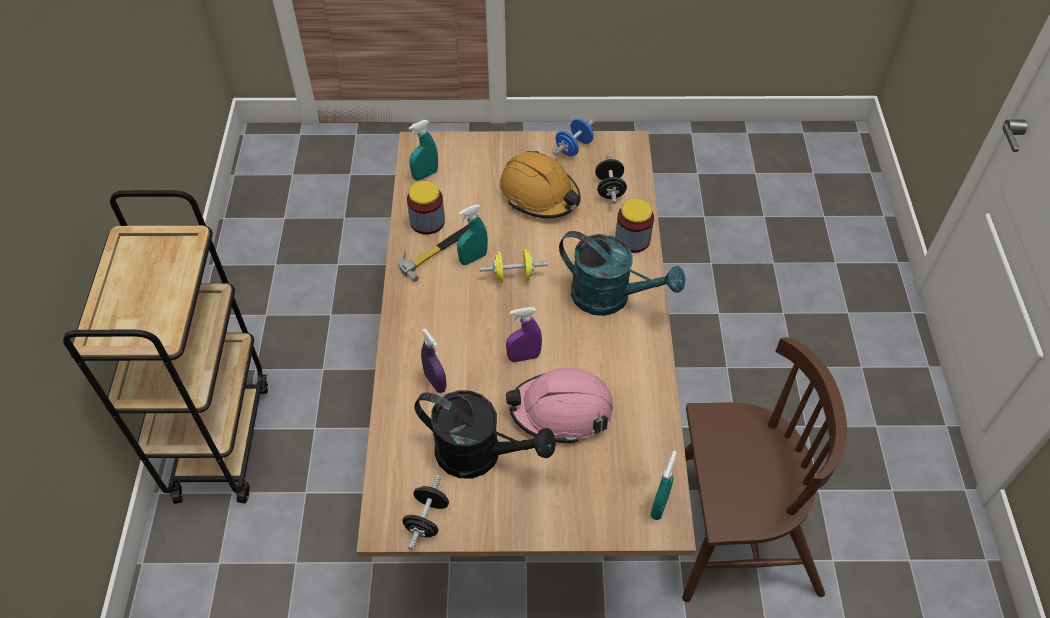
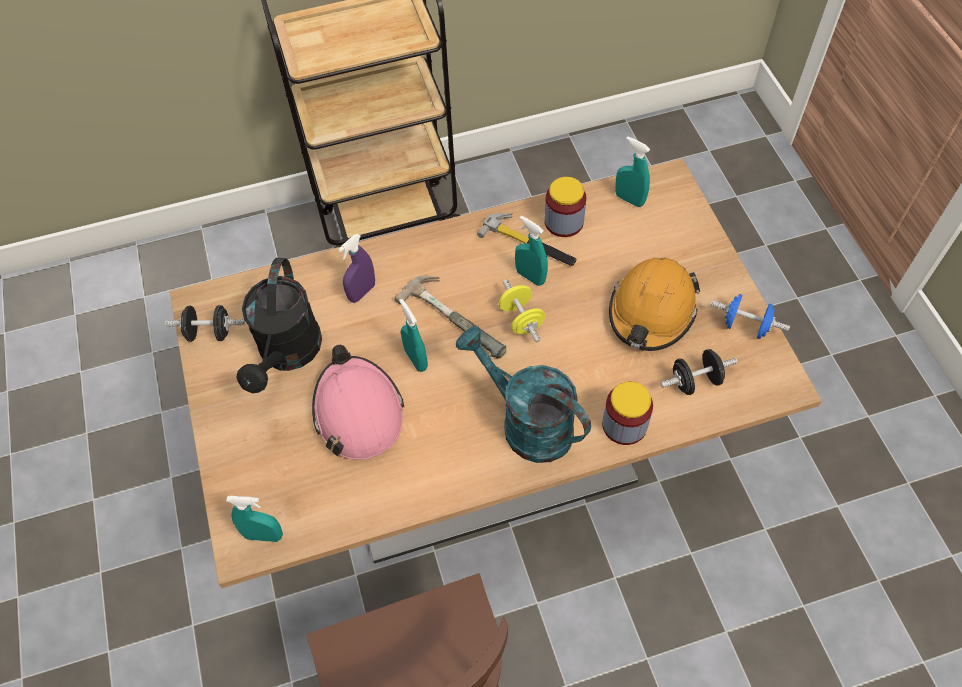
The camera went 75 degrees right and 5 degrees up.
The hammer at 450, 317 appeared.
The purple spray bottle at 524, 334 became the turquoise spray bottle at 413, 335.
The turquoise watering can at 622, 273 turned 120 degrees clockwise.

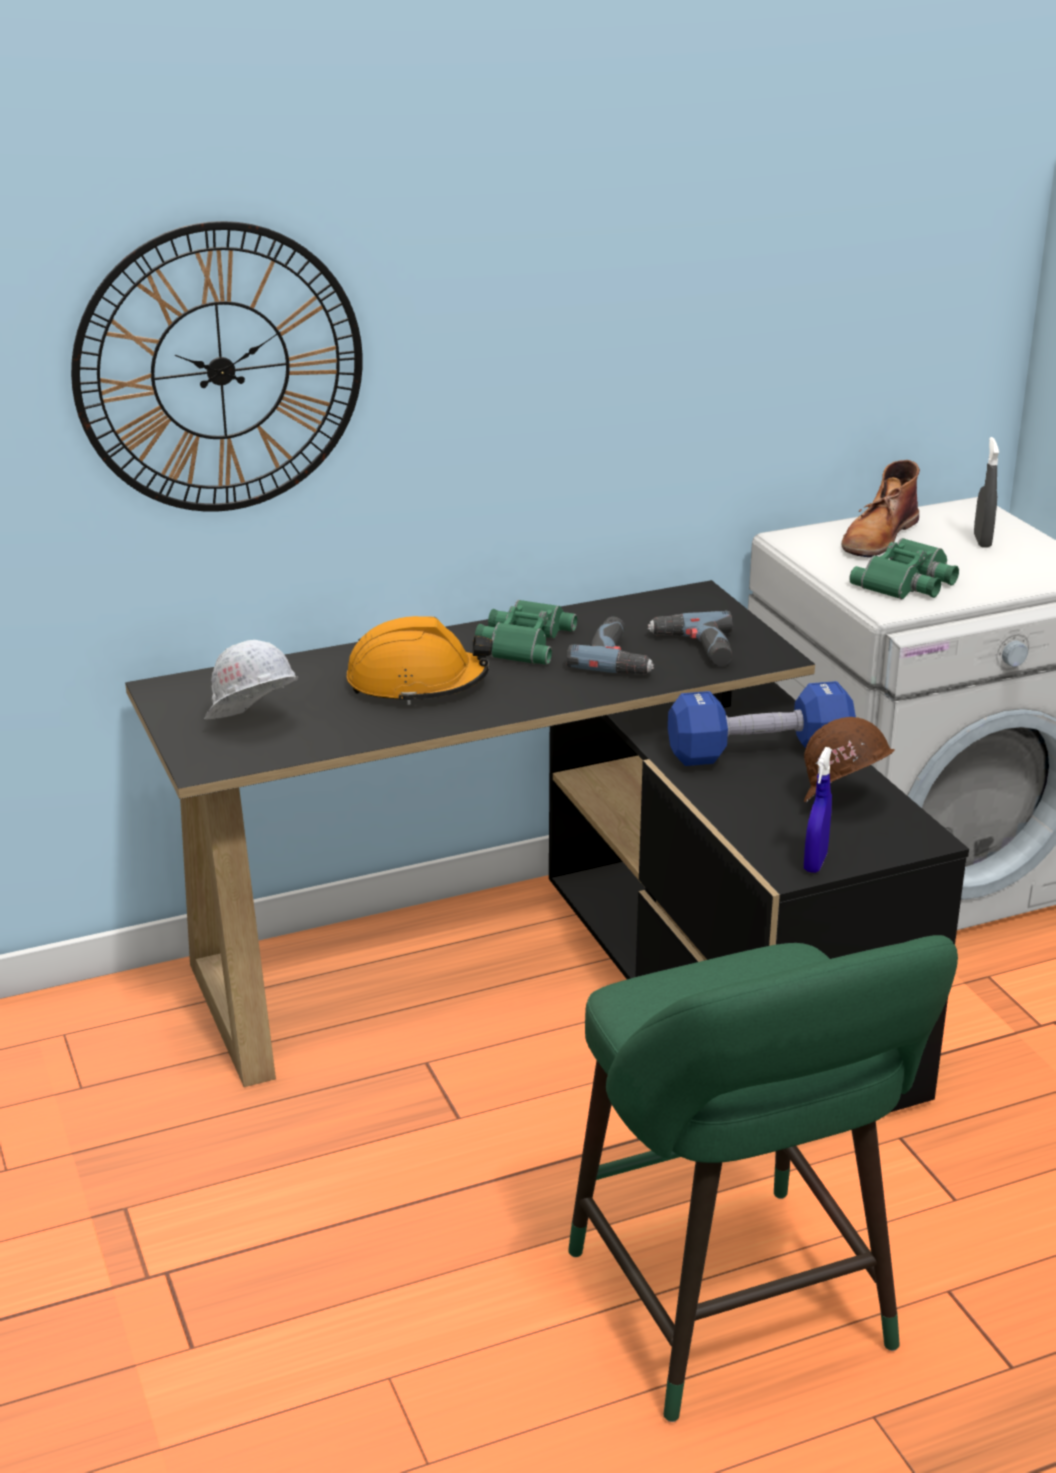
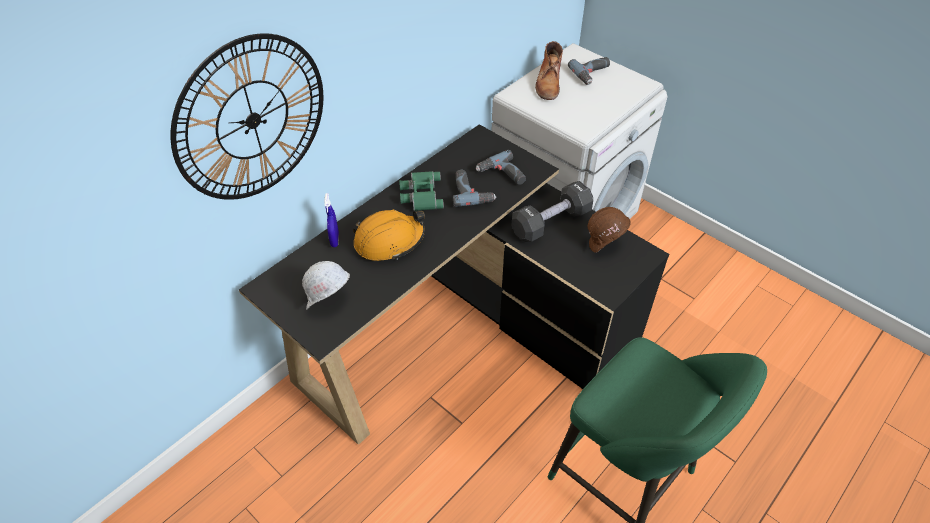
The camera went 25 degrees left and 20 degrees up.
The blue spray bottle moved from 818, 810 to 331, 220.
The blue dumbbell at 762, 723 became the black dumbbell at 552, 211.
The grey spray bottle at 986, 492 was replaced by the power drill at 589, 71.
The green binoculars at 904, 568 disappeared.

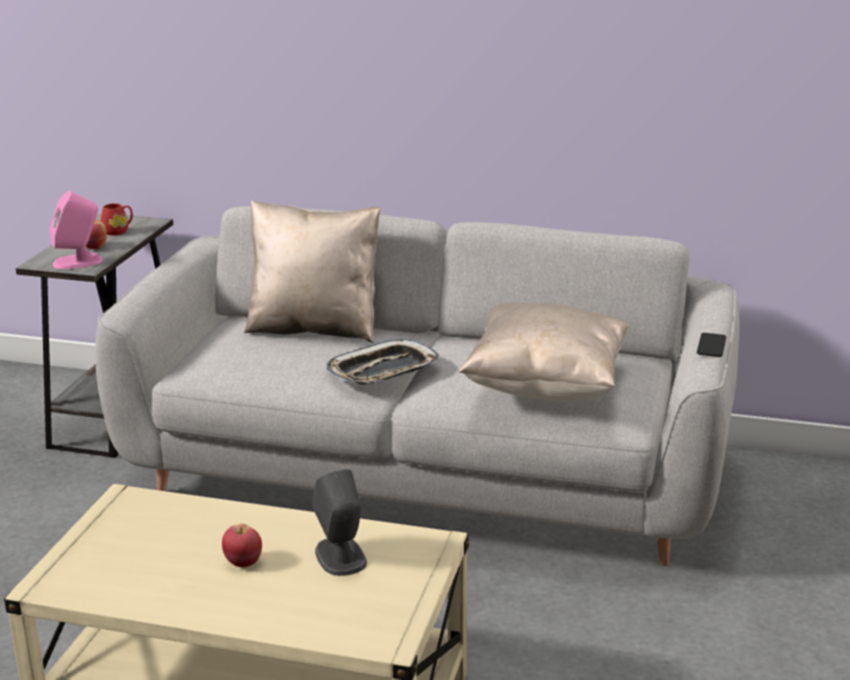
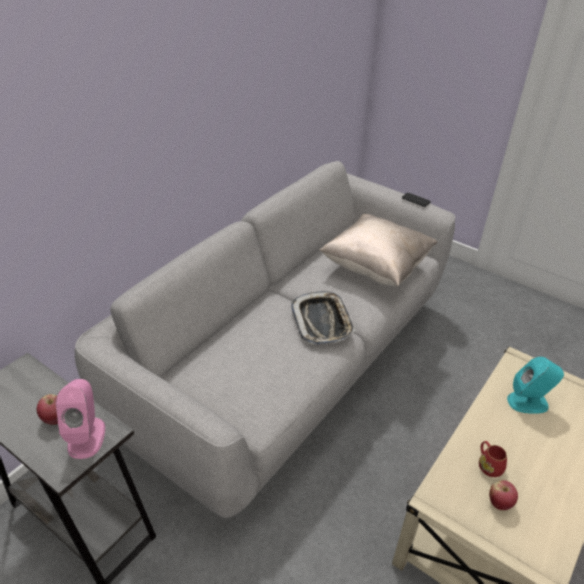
The camera went 70 degrees left and 15 degrees up.
The red mug moved from 117, 219 to 493, 459.
The apple moved from 242, 545 to 503, 495.
The grey speaker at 340, 522 became the turquoise speaker at 535, 385.
The beige pillow at 312, 271 disappeared.

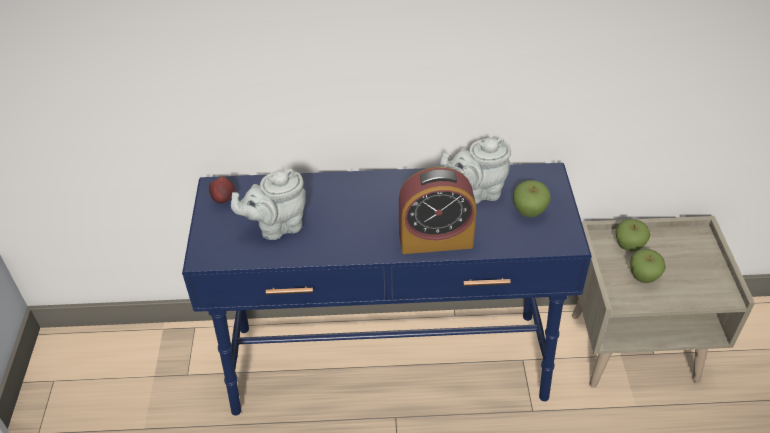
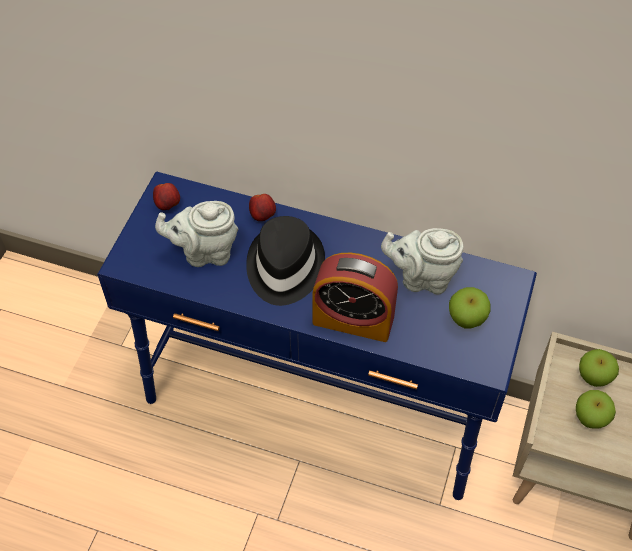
The camera went 20 degrees right and 10 degrees up.
The black hat at 285, 261 appeared.
The apple at 262, 207 appeared.

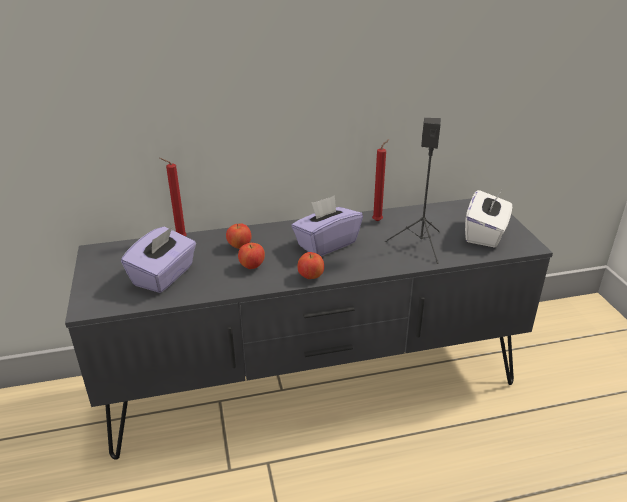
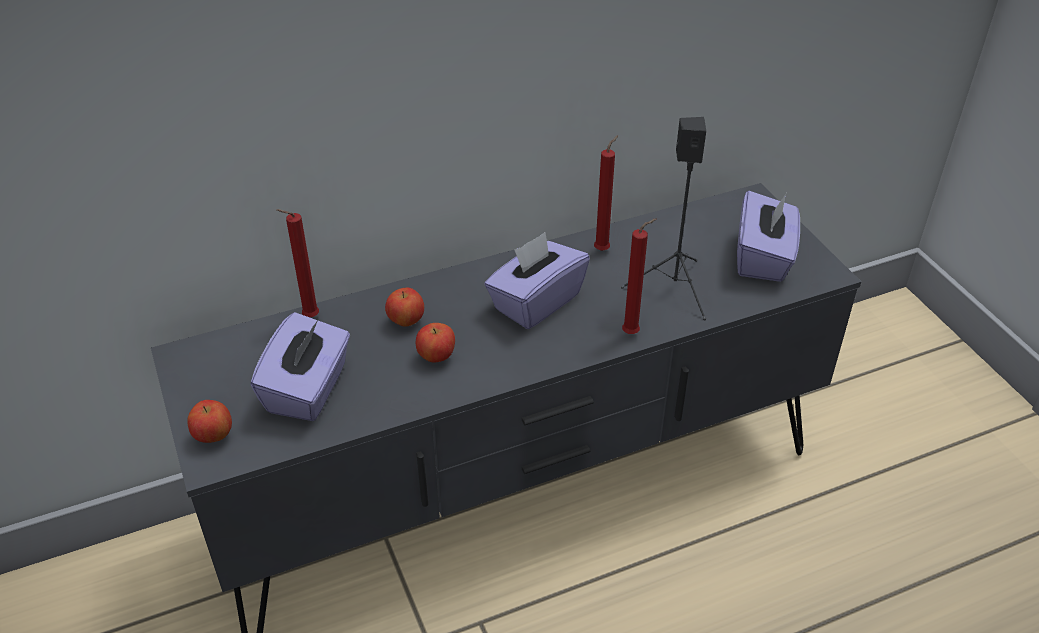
The camera went 10 degrees left and 10 degrees up.
The apple moved from 311, 265 to 209, 421.
The red candle at 639, 276 appeared.
The white tissue box at 488, 218 became the purple tissue box at 768, 236.

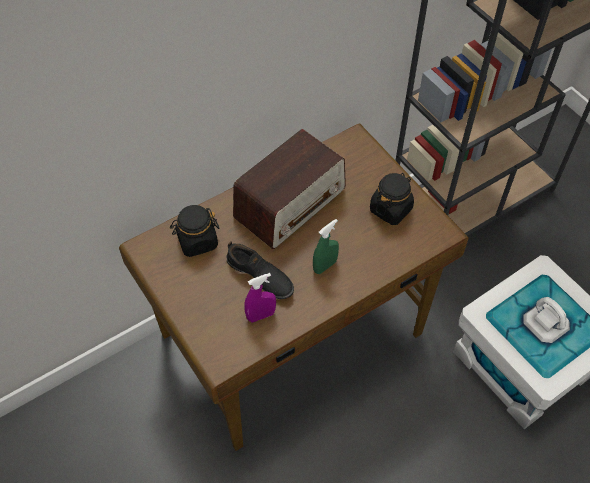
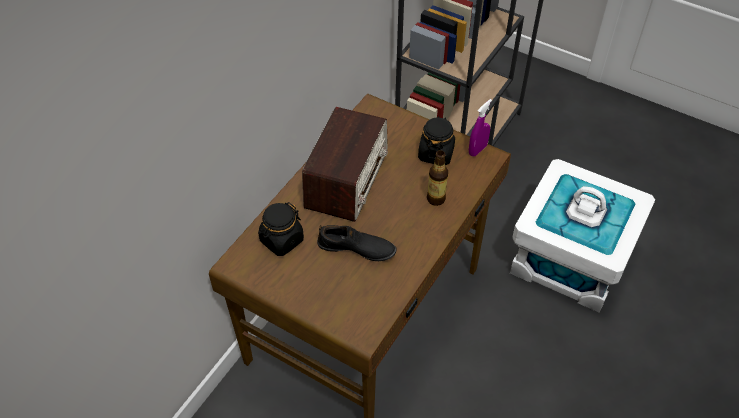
The camera went 25 degrees left and 5 degrees down.
The bottle at 437, 178 appeared.
The purple spray bottle moved from 260, 297 to 480, 128.
The green spray bottle at 326, 246 disappeared.

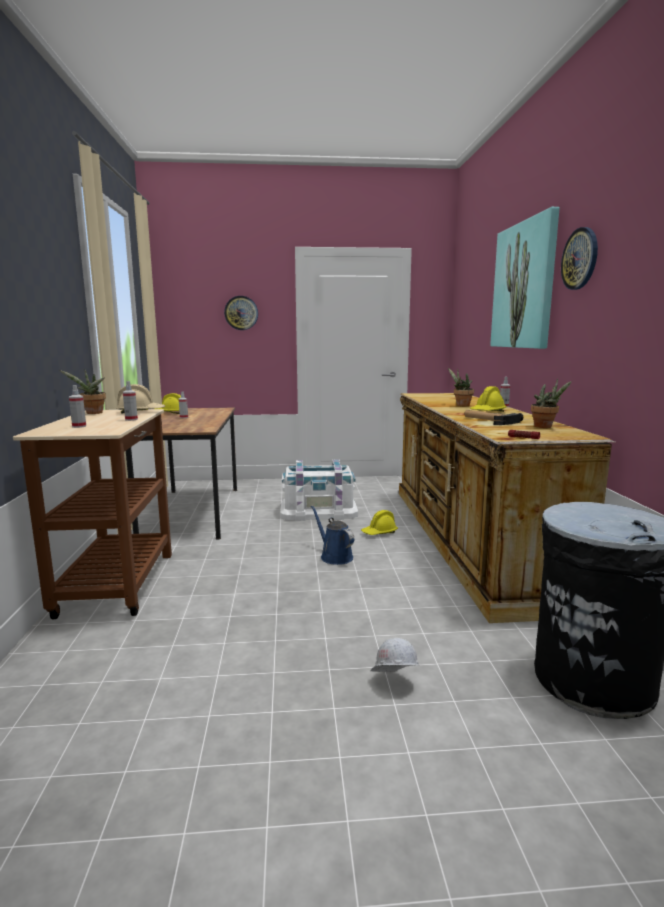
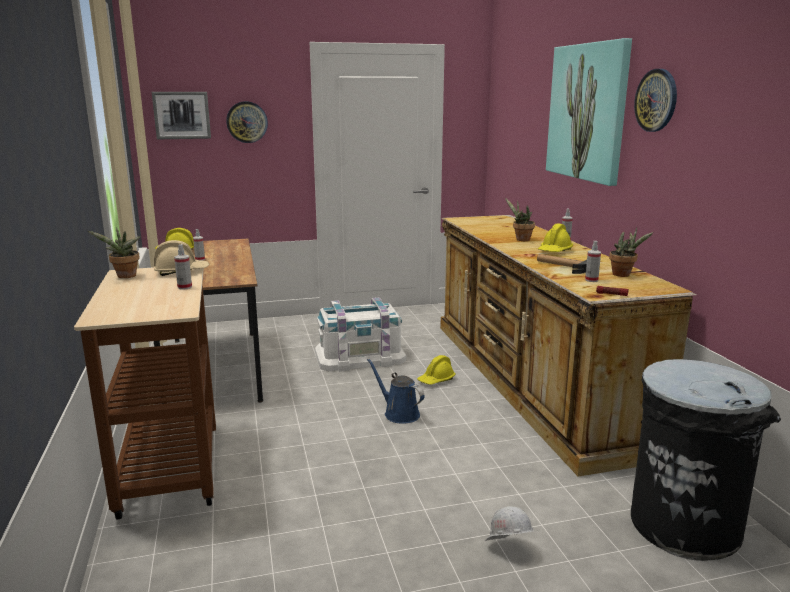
The camera went 10 degrees left and 5 degrees up.
The picture at 181, 115 appeared.
The spray bottle moved from 77, 406 to 593, 261.

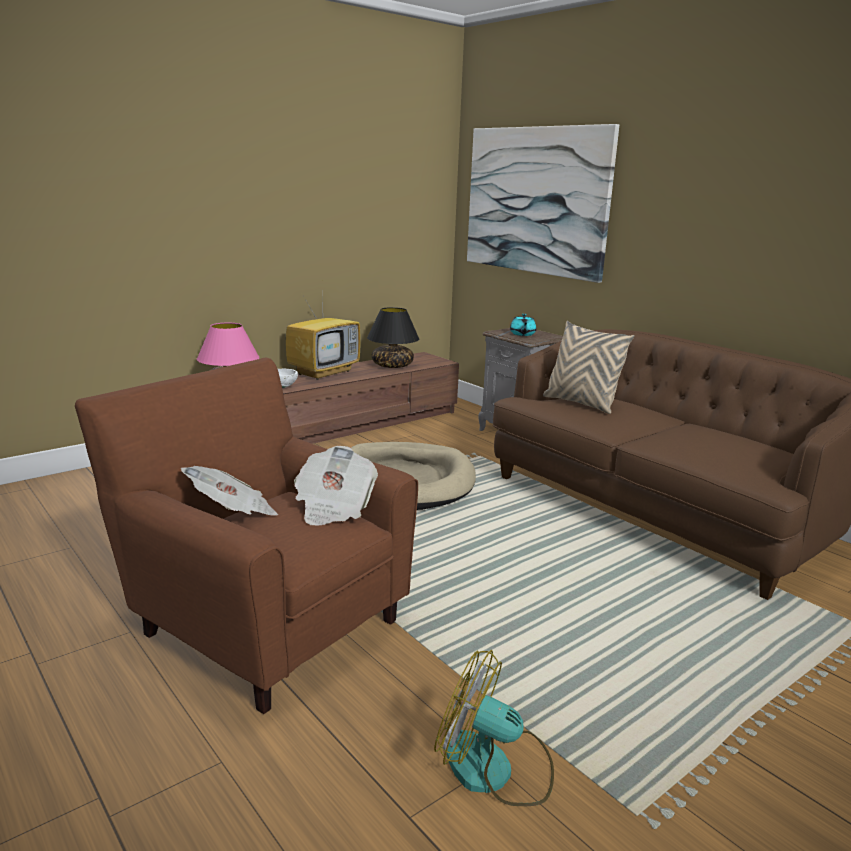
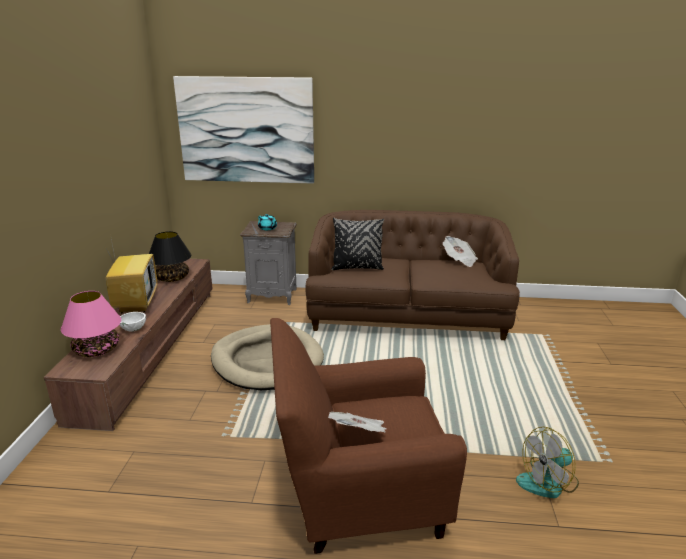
The camera went 45 degrees left and 5 degrees up.
The beige pillow at 588, 367 became the black pillow at 357, 244.
The newspaper moved from 336, 485 to 460, 251.

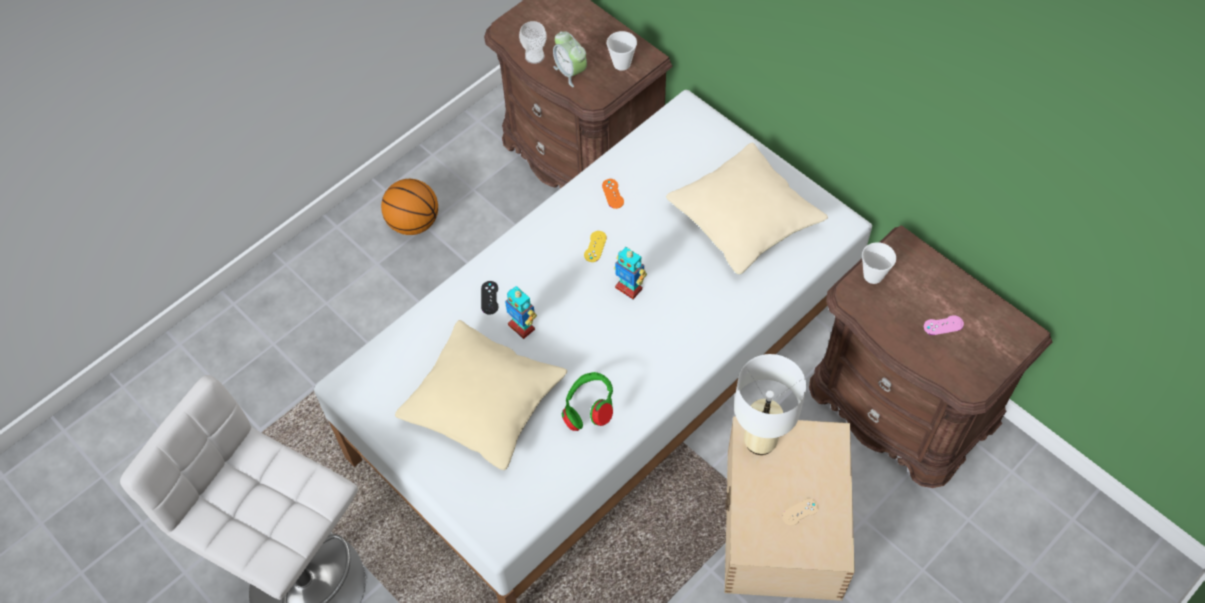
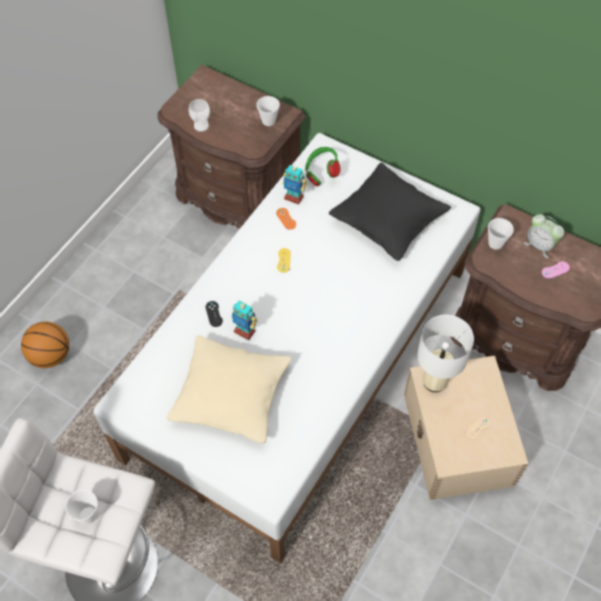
The camera went 15 degrees left and 0 degrees up.
The basketball moved from 409, 207 to 45, 345.
The cup at 82, 507 appeared.
The toy robot moved from 630, 273 to 294, 184.
The green headphones moved from 587, 401 to 322, 166.
The beige pillow at 747, 208 became the black pillow at 390, 212.
The alarm clock moved from 570, 59 to 544, 236.

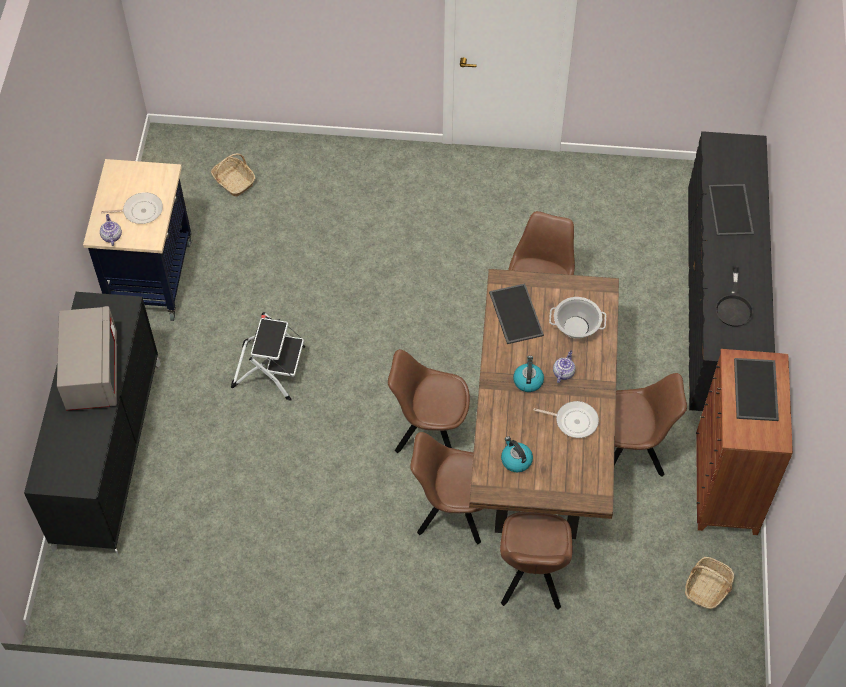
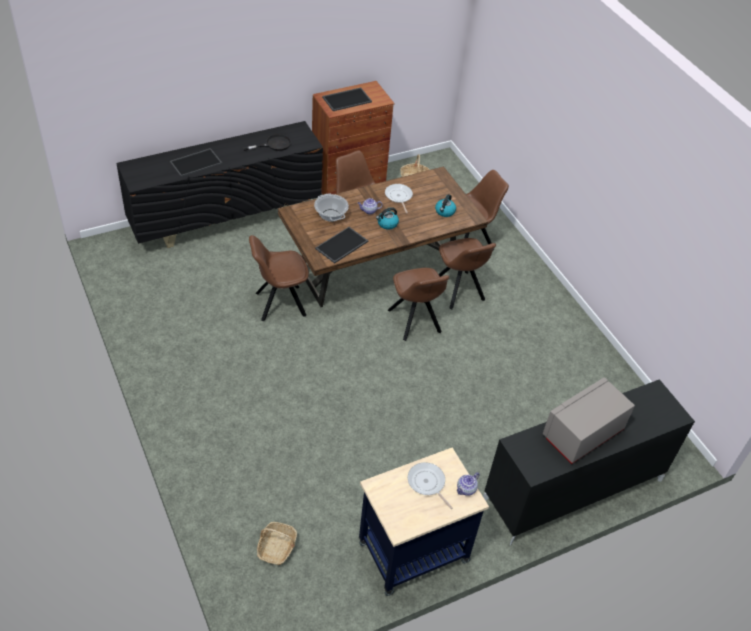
The camera went 125 degrees left and 10 degrees down.
The step ladder at 268, 356 disappeared.

